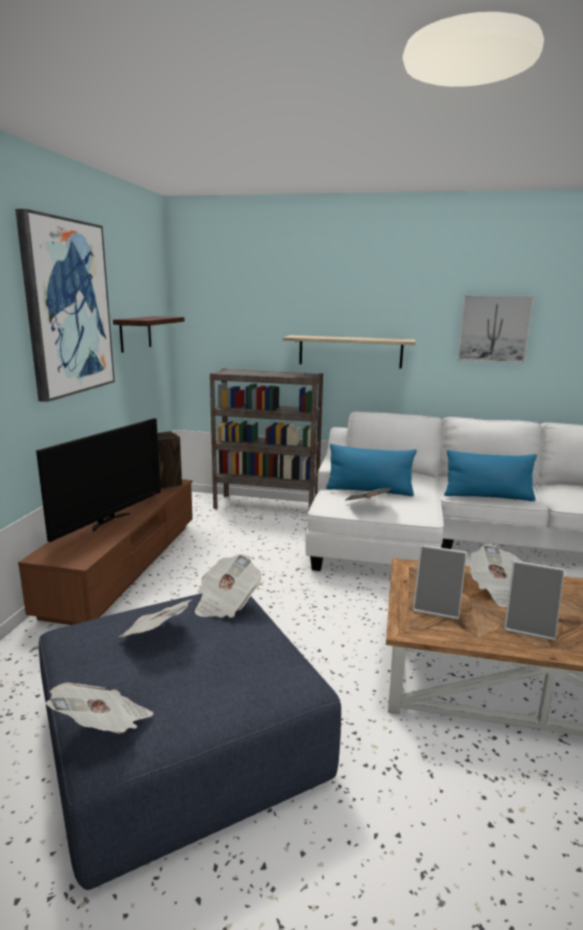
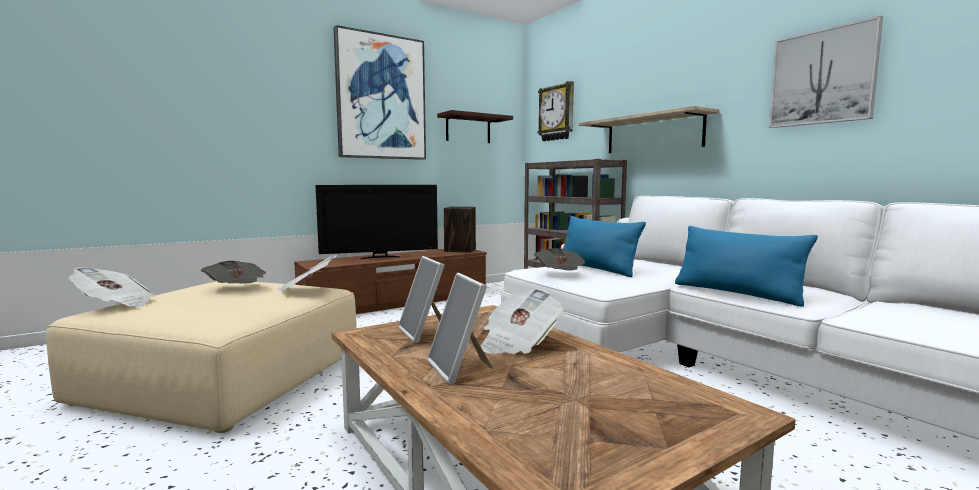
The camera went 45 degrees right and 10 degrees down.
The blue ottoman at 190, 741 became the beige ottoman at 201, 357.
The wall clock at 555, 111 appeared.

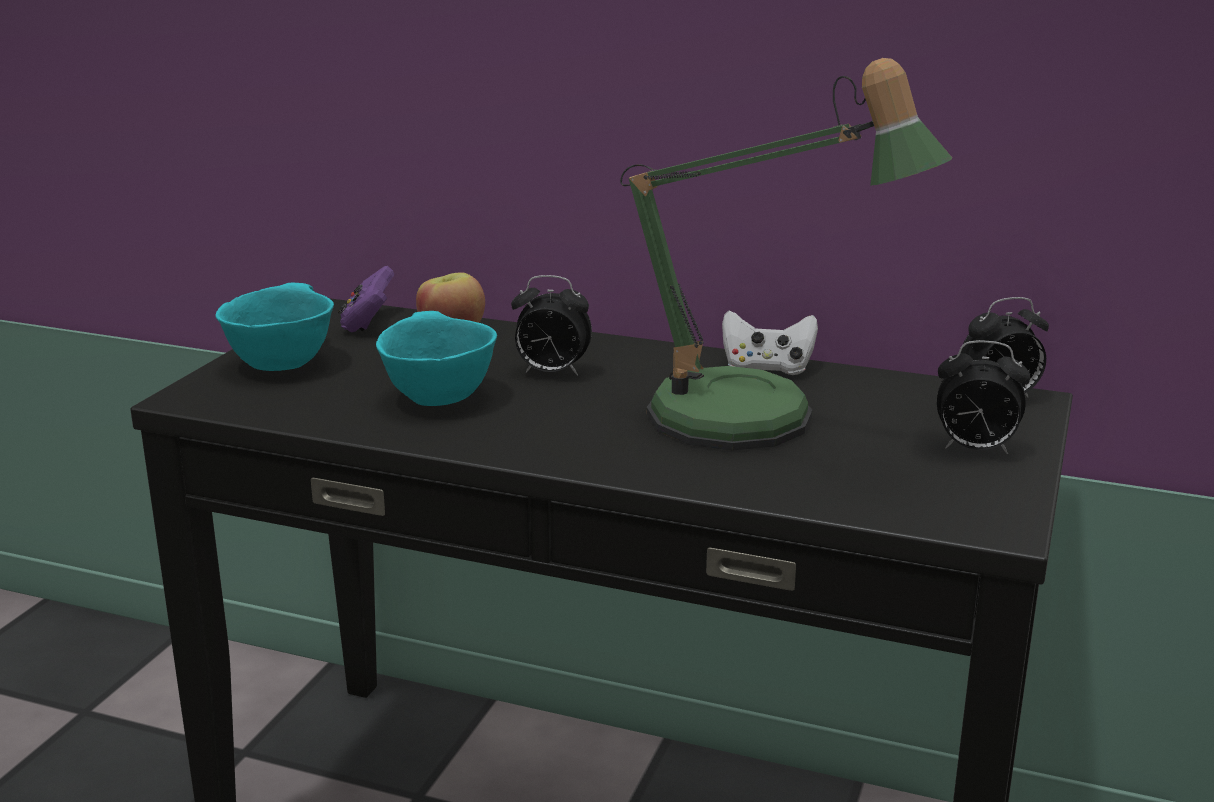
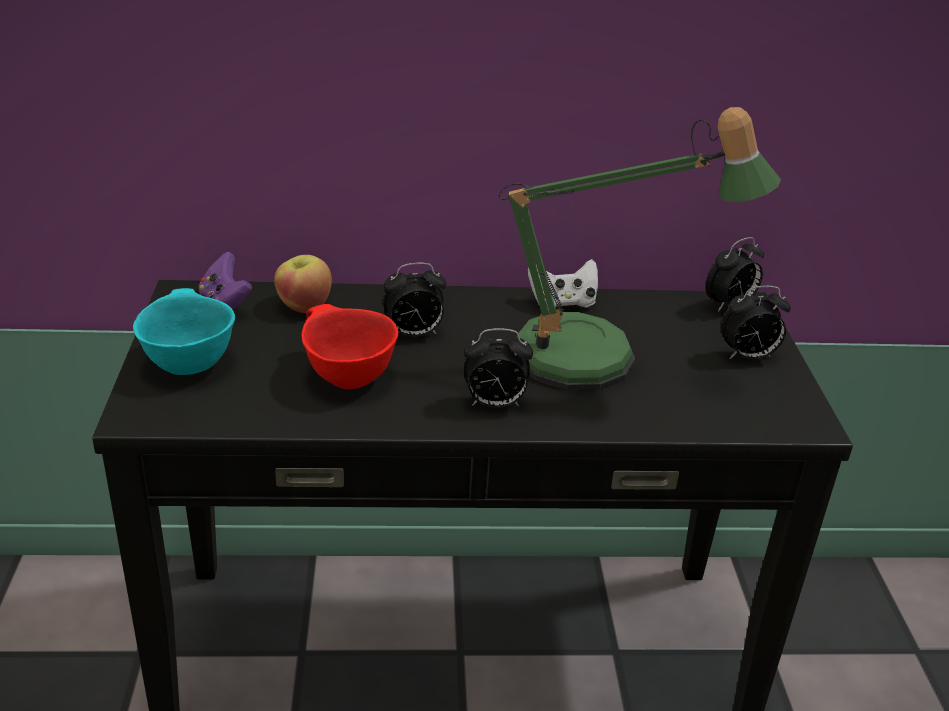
The camera went 25 degrees left and 10 degrees up.
The turquoise bowl at 436, 358 became the red bowl at 350, 346.
The alarm clock at 498, 368 appeared.

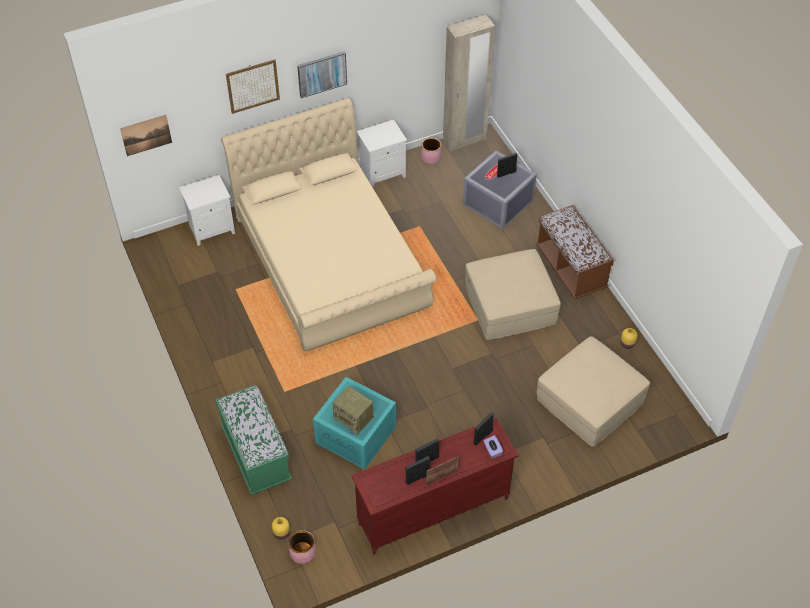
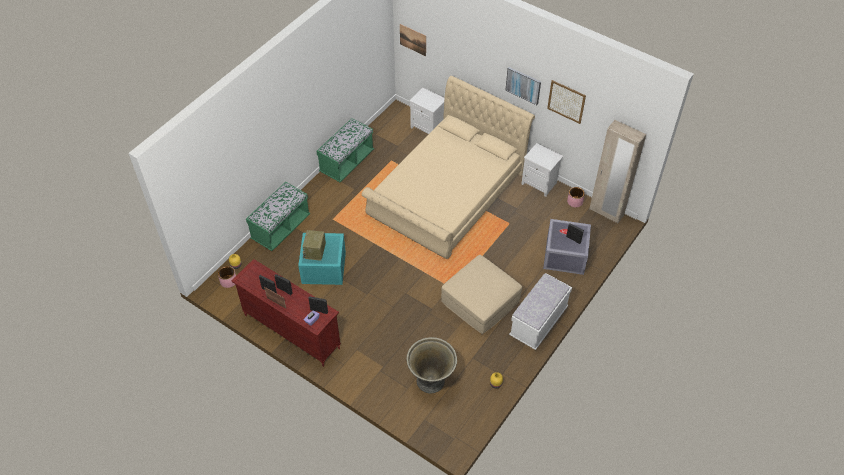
The camera went 60 degrees right and 0 degrees up.
The green bench at 345, 150 appeared.
The beige ottoman at 593, 391 was replaced by the grey planter at 432, 365.
The brown bench at 575, 252 became the white bench at 540, 311.
The picture moved from 253, 86 to 566, 102.

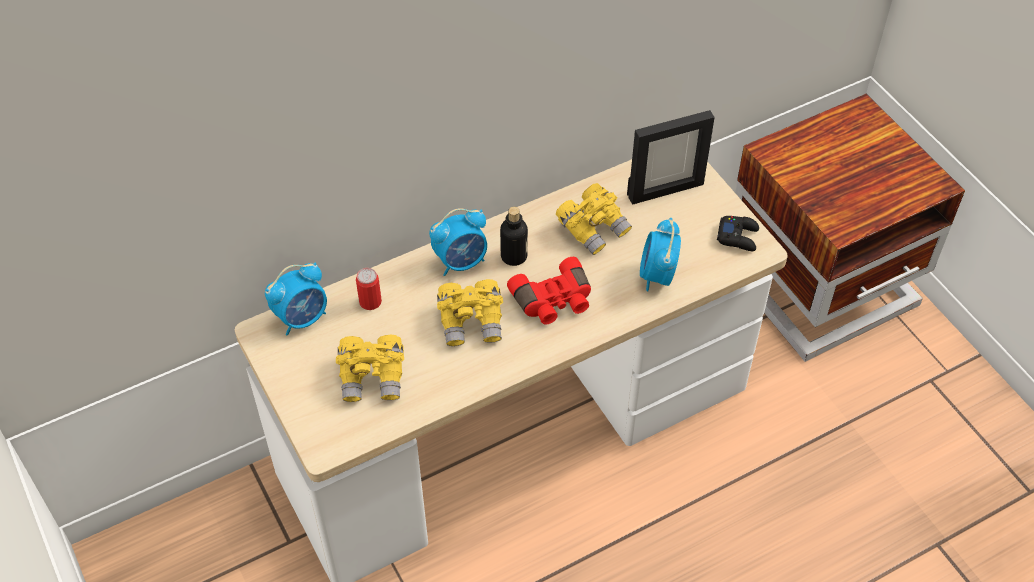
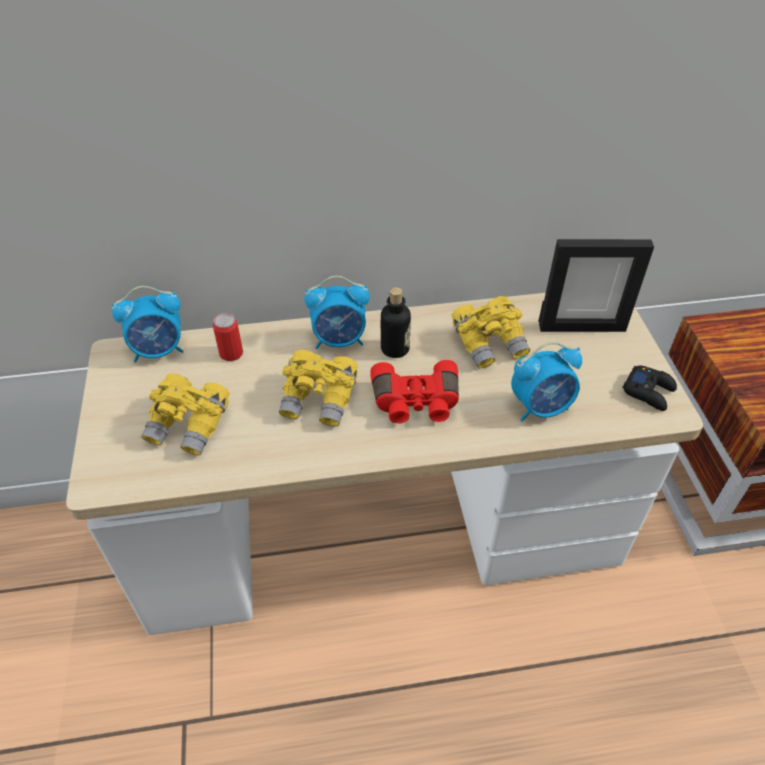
The camera went 20 degrees right and 5 degrees down.
The alarm clock at 660, 254 turned 135 degrees counterclockwise.

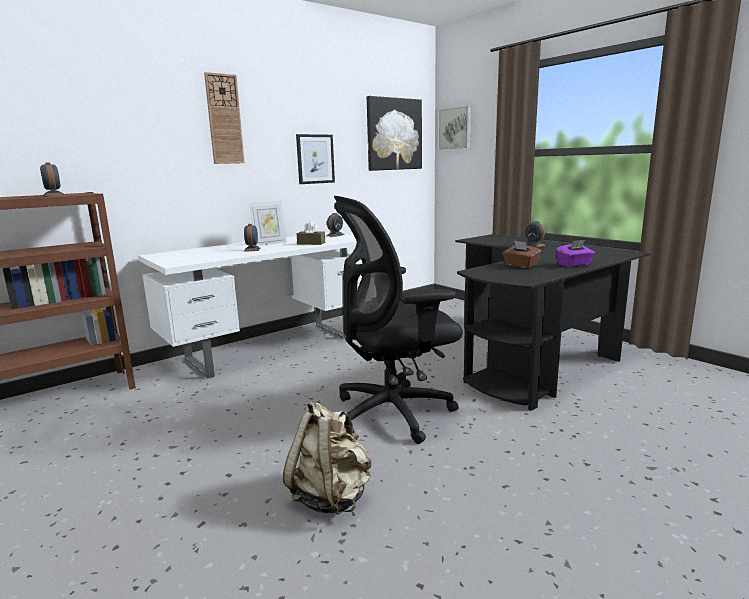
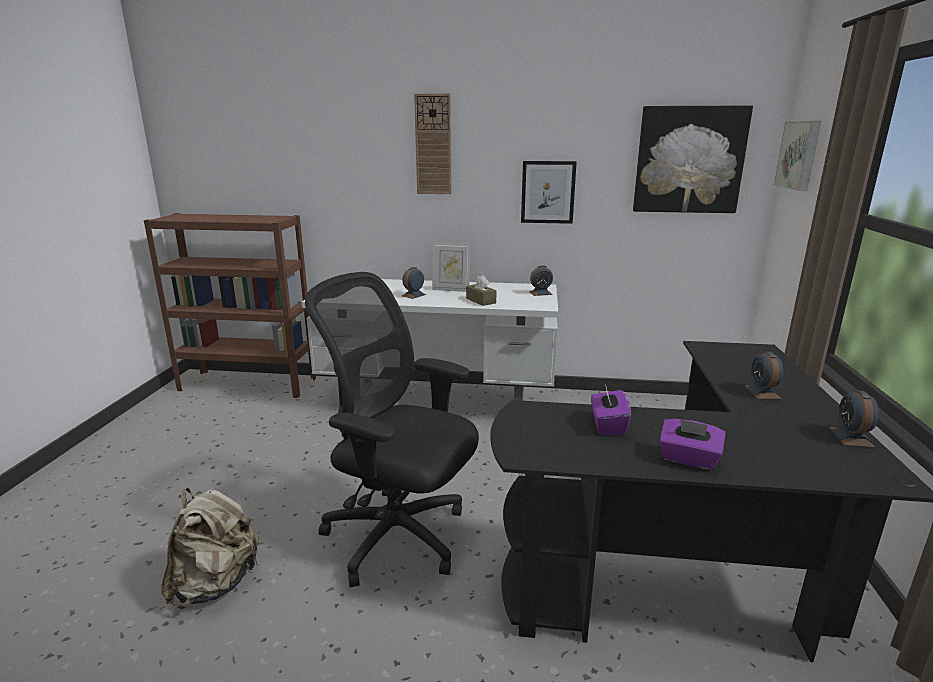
The camera went 45 degrees right and 5 degrees up.
The brown tissue box at 522, 254 became the purple tissue box at 611, 409.
The alarm clock moved from 52, 179 to 854, 419.

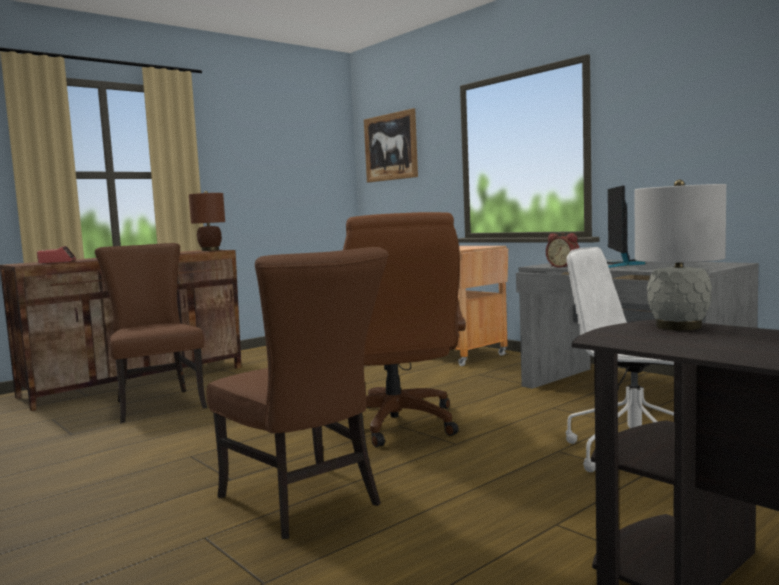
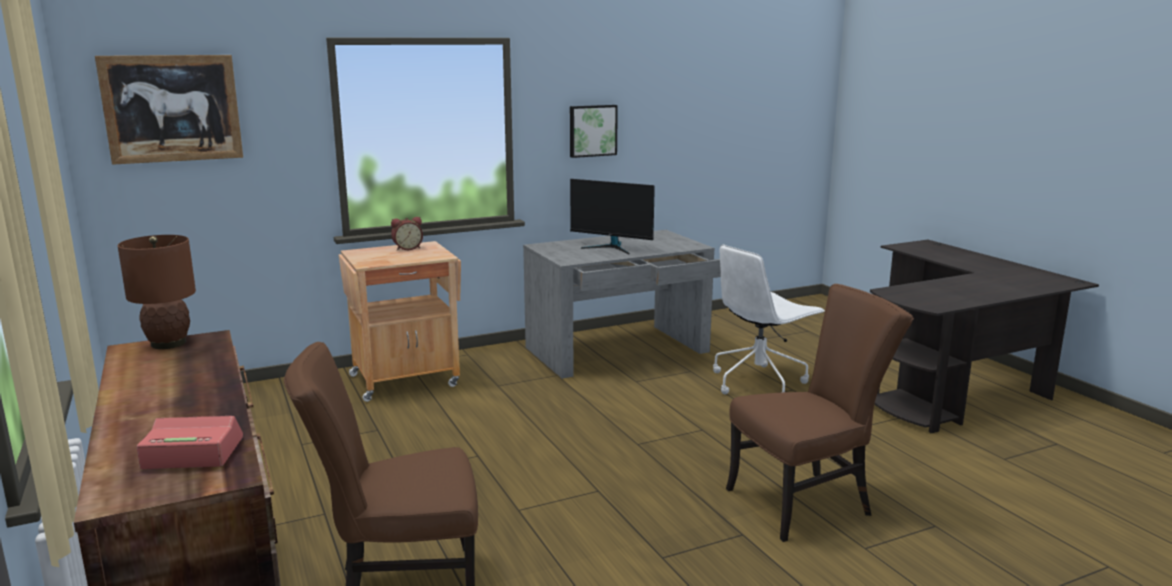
The camera went 75 degrees left and 10 degrees up.
The alarm clock moved from 562, 250 to 407, 233.
The picture at 594, 131 appeared.
The brown office chair at 404, 329 disappeared.
The white table lamp at 680, 255 disappeared.

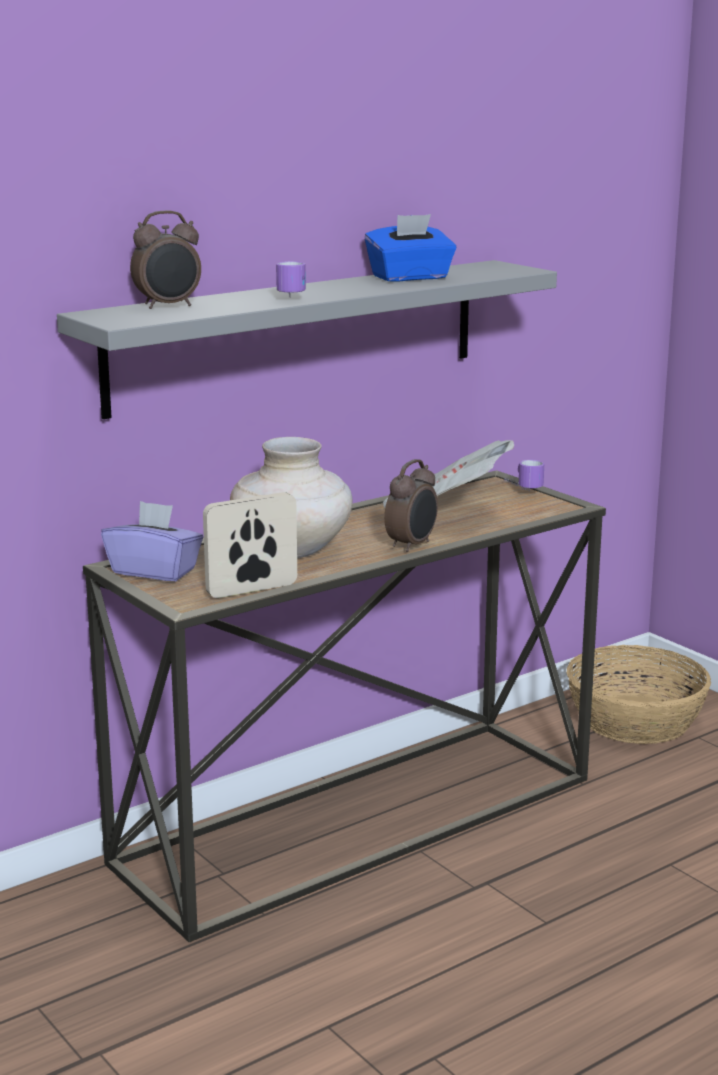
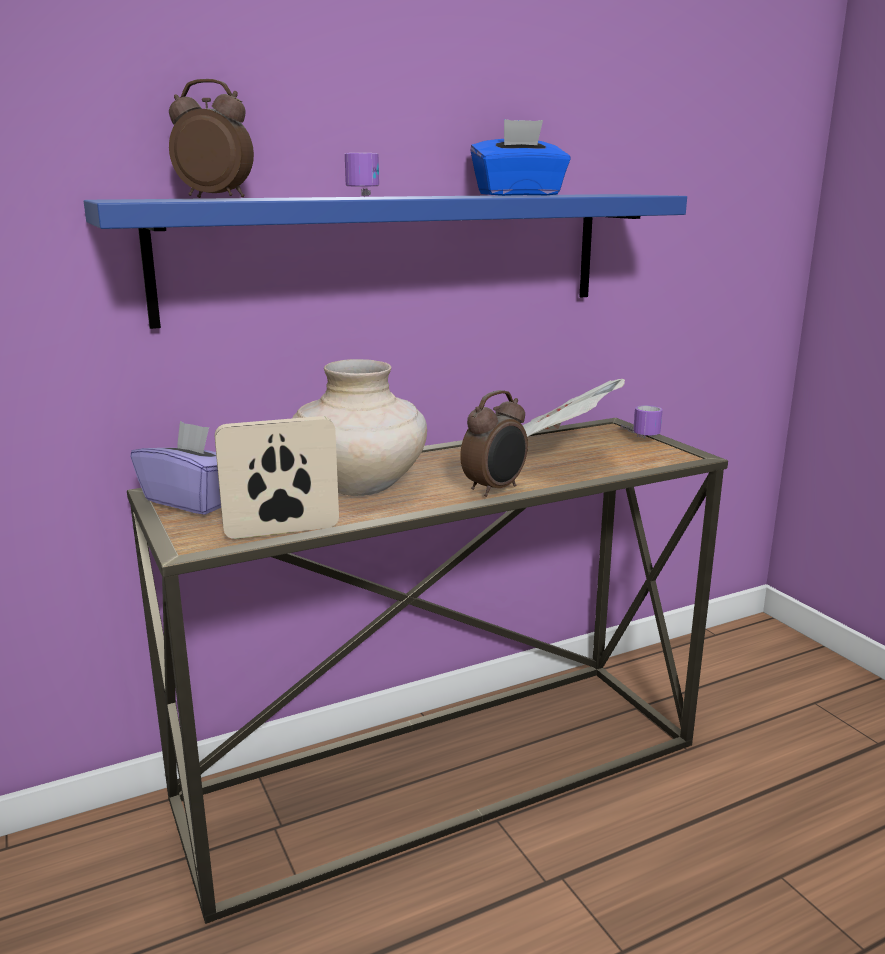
The camera went 10 degrees right and 0 degrees up.
The grey shelf at 307, 339 became the blue shelf at 385, 261.
The alarm clock at 165, 259 turned 150 degrees counterclockwise.
The basket at 639, 694 disappeared.

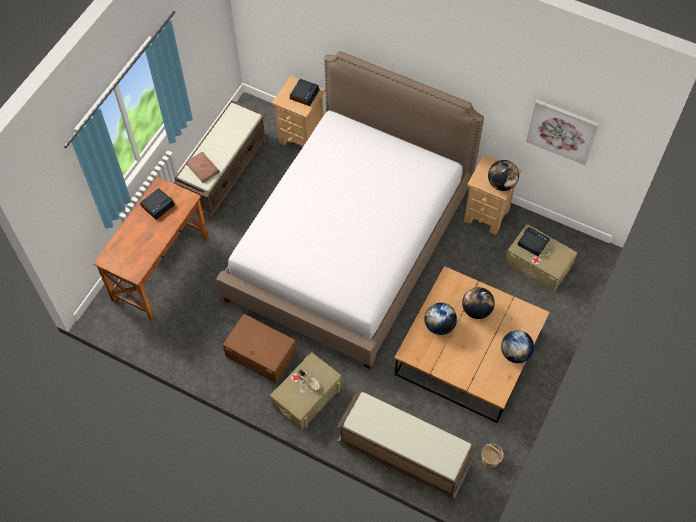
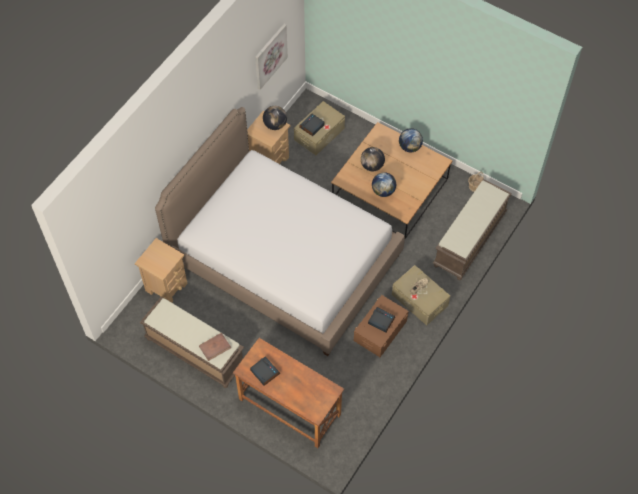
The camera went 85 degrees left and 0 degrees up.
The alarm clock moved from 304, 92 to 381, 320.

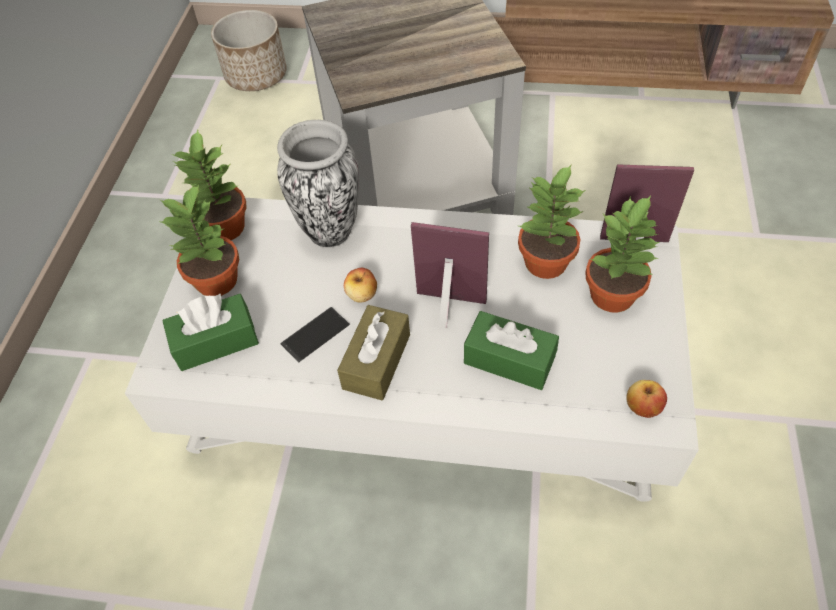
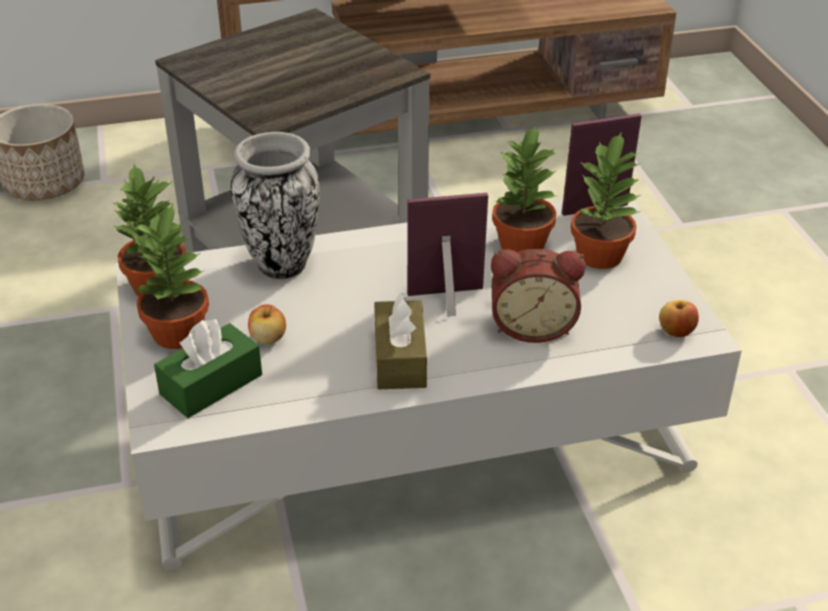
The camera went 25 degrees left and 15 degrees down.
The apple moved from 360, 285 to 267, 324.
The green tissue box at 511, 350 was replaced by the alarm clock at 538, 296.
The phone at 315, 335 disappeared.

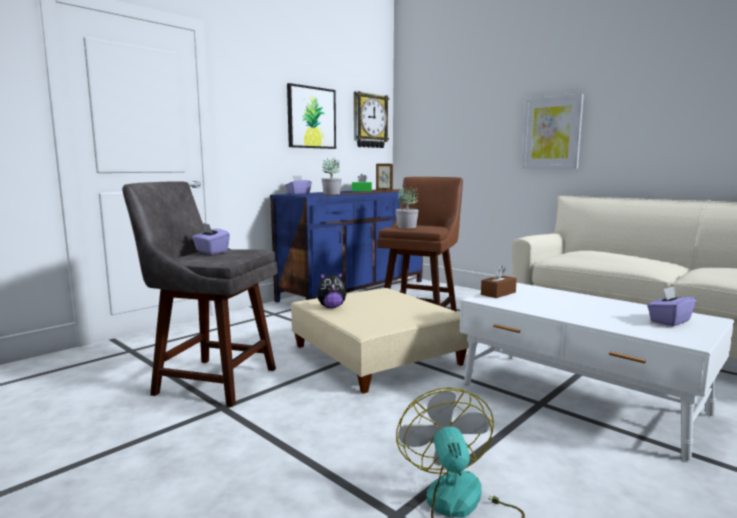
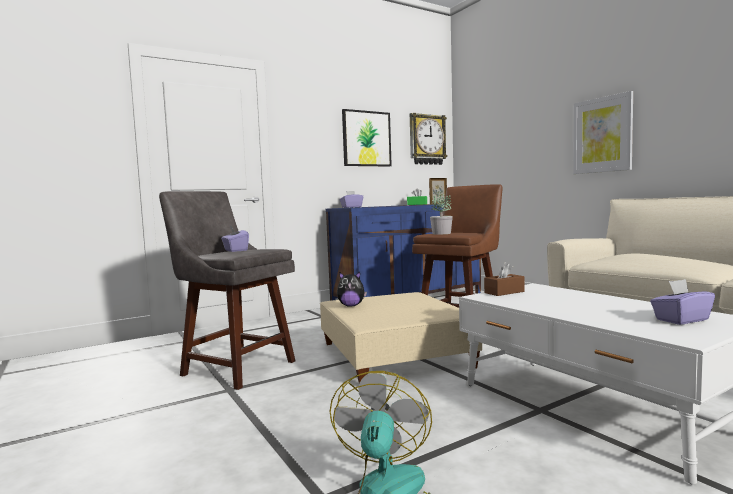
The camera went 15 degrees right and 5 degrees down.
The potted plant at 332, 176 disappeared.

